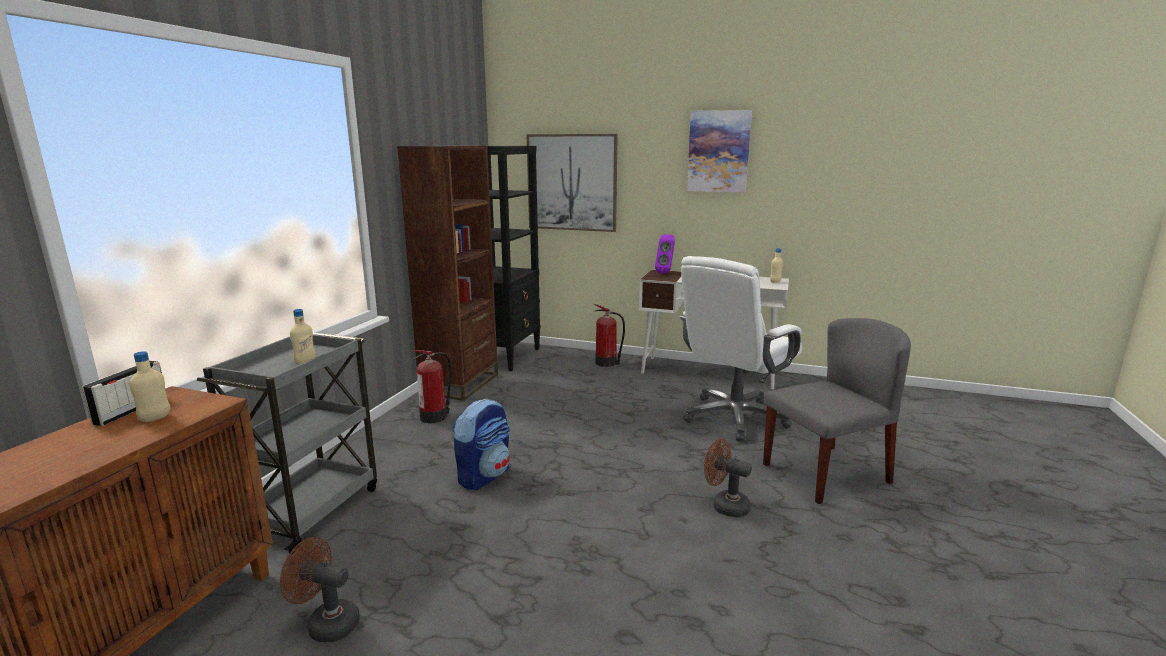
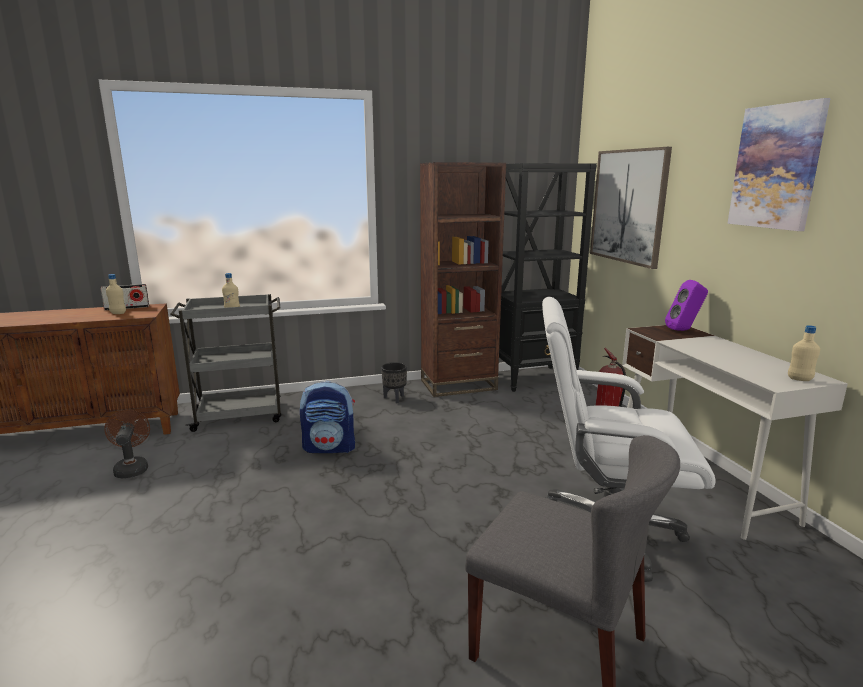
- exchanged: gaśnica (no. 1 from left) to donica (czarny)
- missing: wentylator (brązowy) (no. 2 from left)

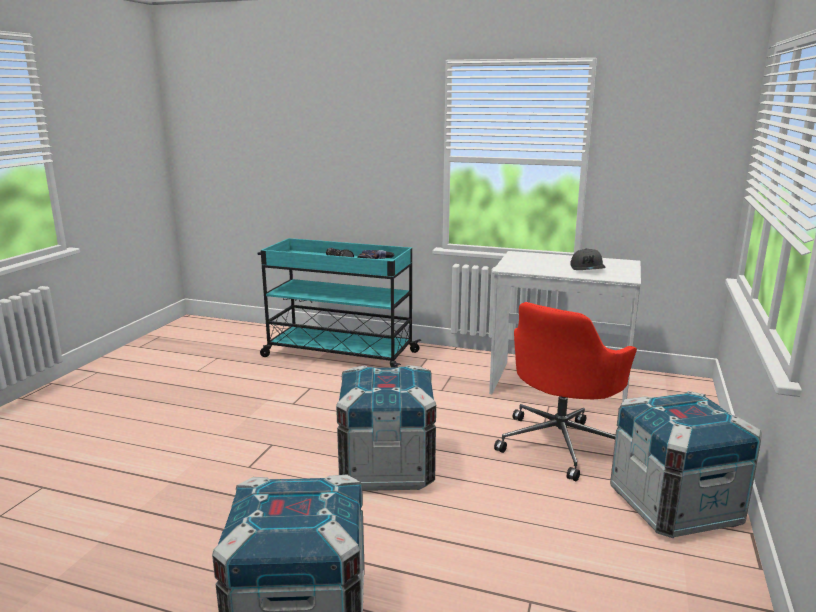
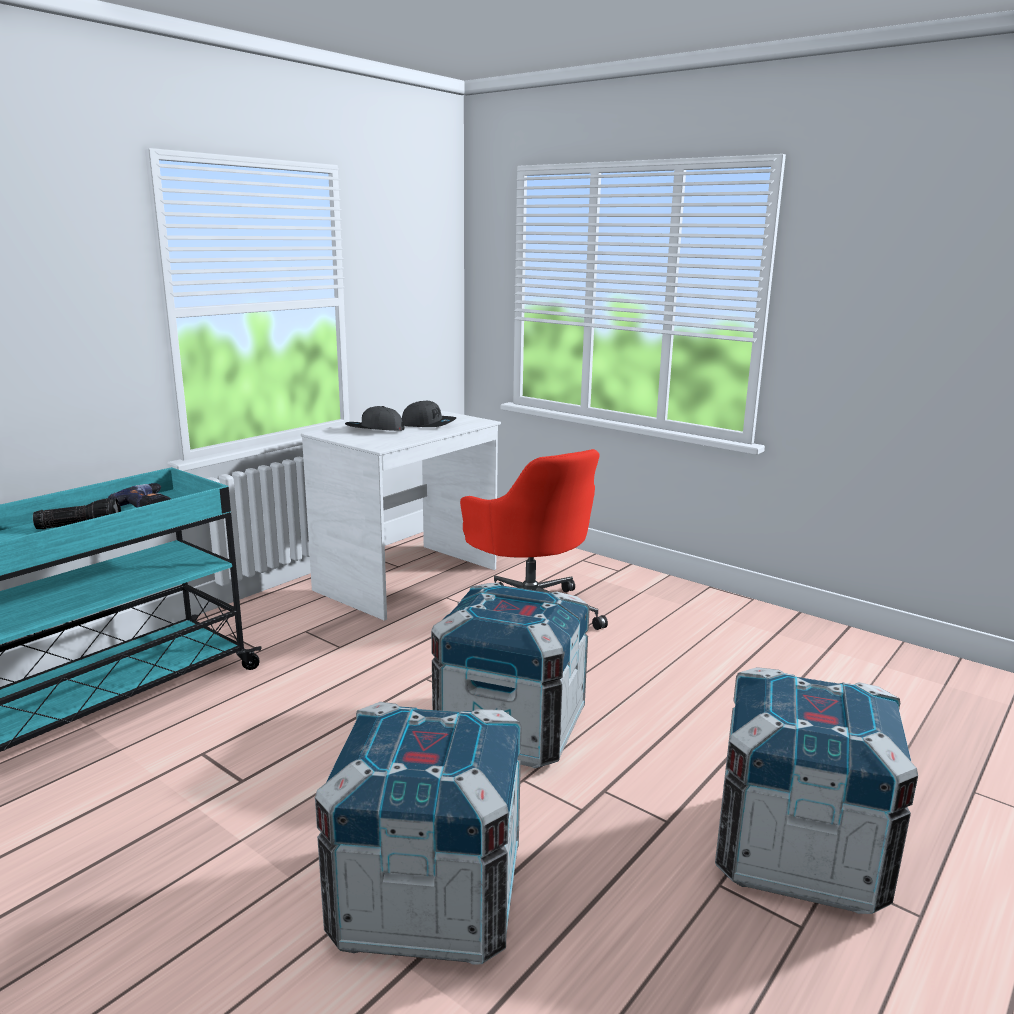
- relocated: skrzynka (no. 3 from left in the first image) to skrzynka (no. 1 from left)
- appeared: czapka z daszkiem (szary) (no. 1 from left)

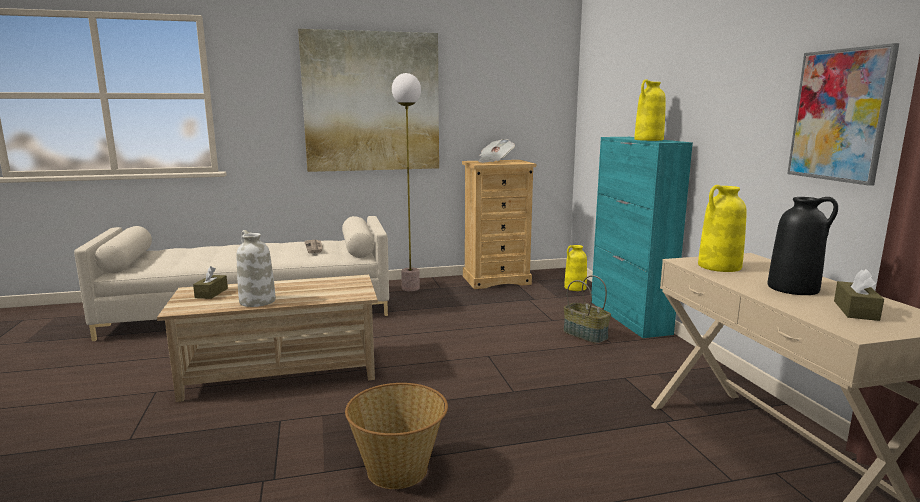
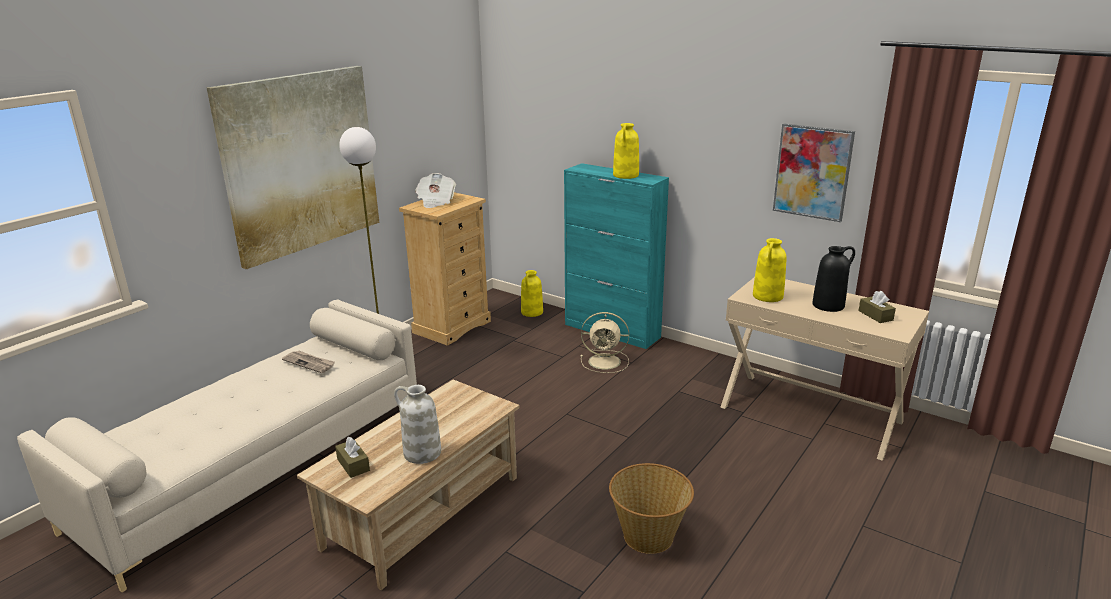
- exchanged: koszyk (no. 2 from left) to wentylator (beżowy)

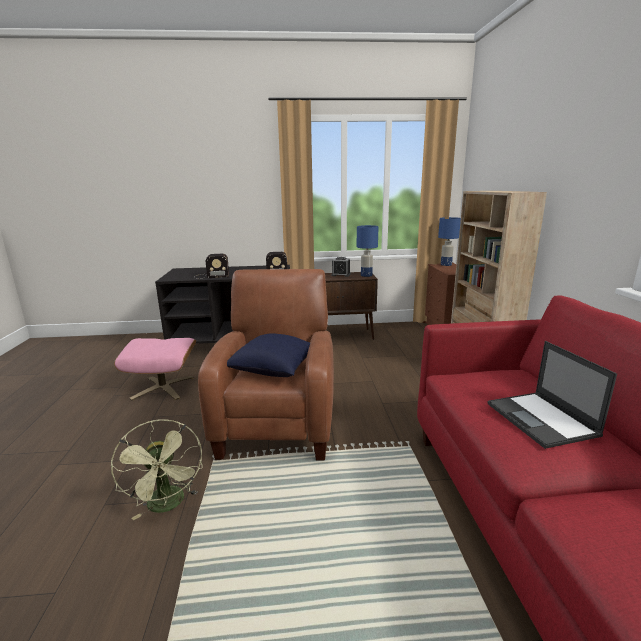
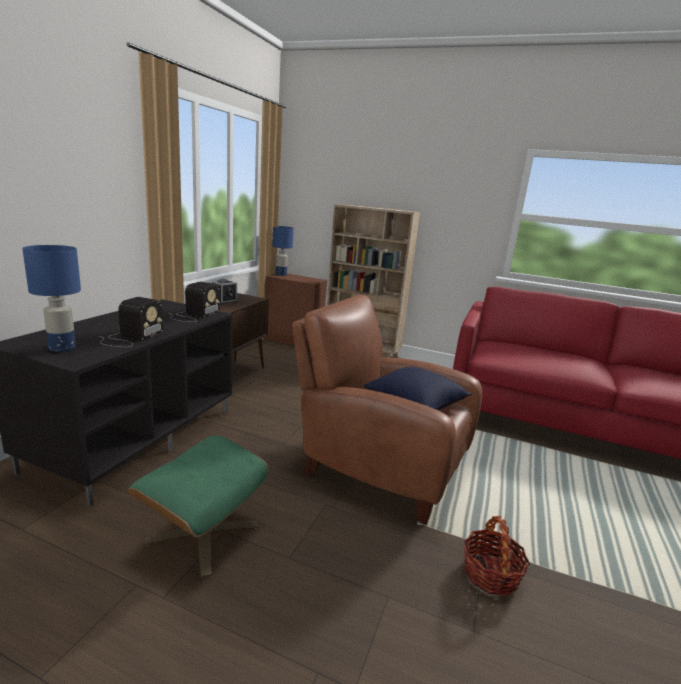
- relocated: lampa stołowa (niebieski) (no. 1 from left)
- colour: pufa (różowy) to pufa (zielony)
- exchanged: wentylator (zielony) to koszyk
- missing: laptop

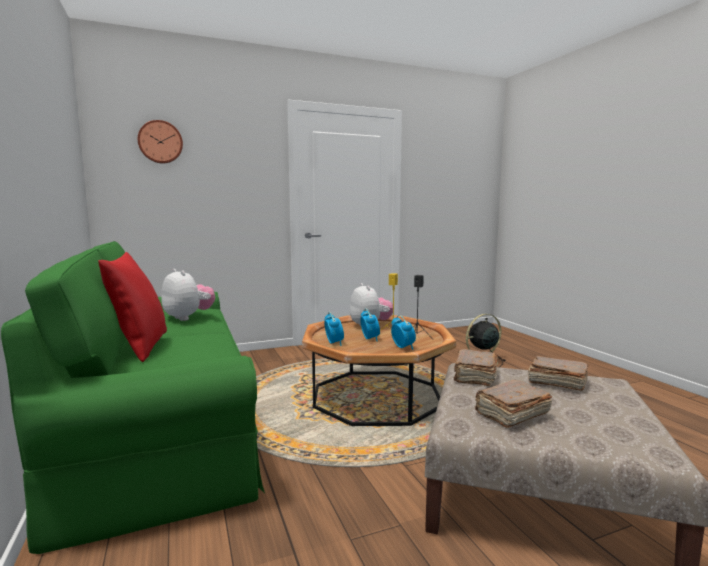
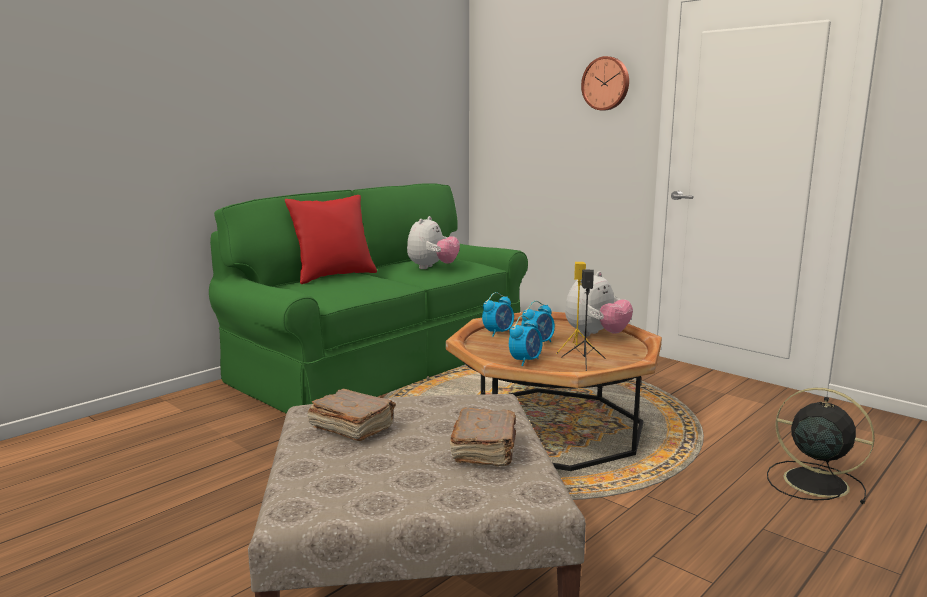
- relocated: zegar ścienny
- missing: książka (brązowy) (no. 1 from left)

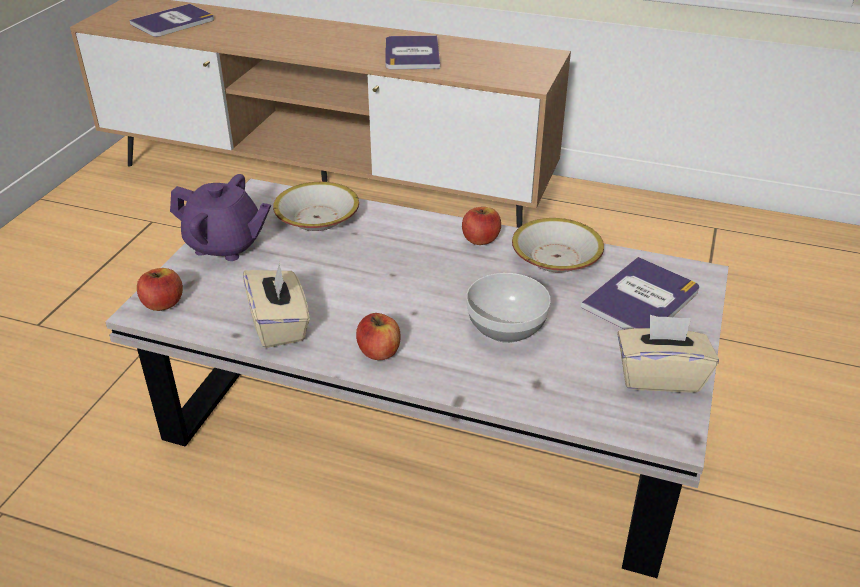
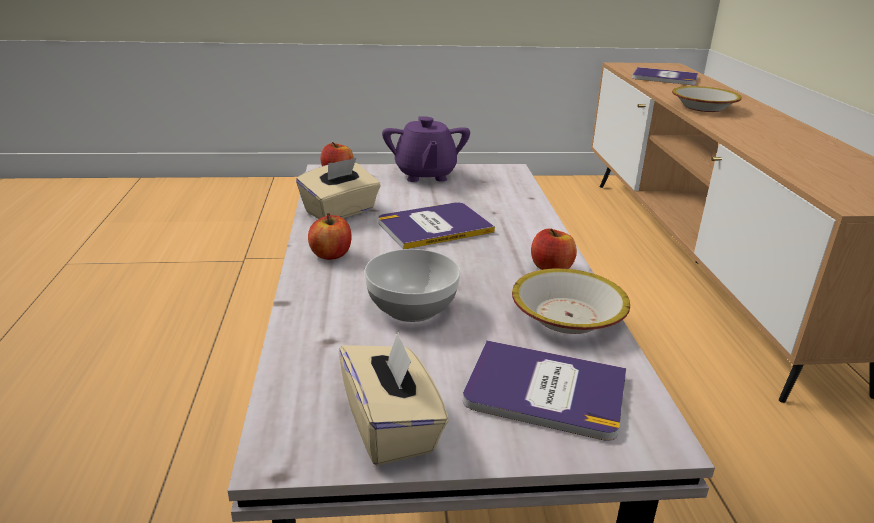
- relocated: książka (no. 2 from left in the first image) to książka (no. 1 from left)
- relocated: miska (no. 1 from left in the first image) to miska (no. 3 from left)

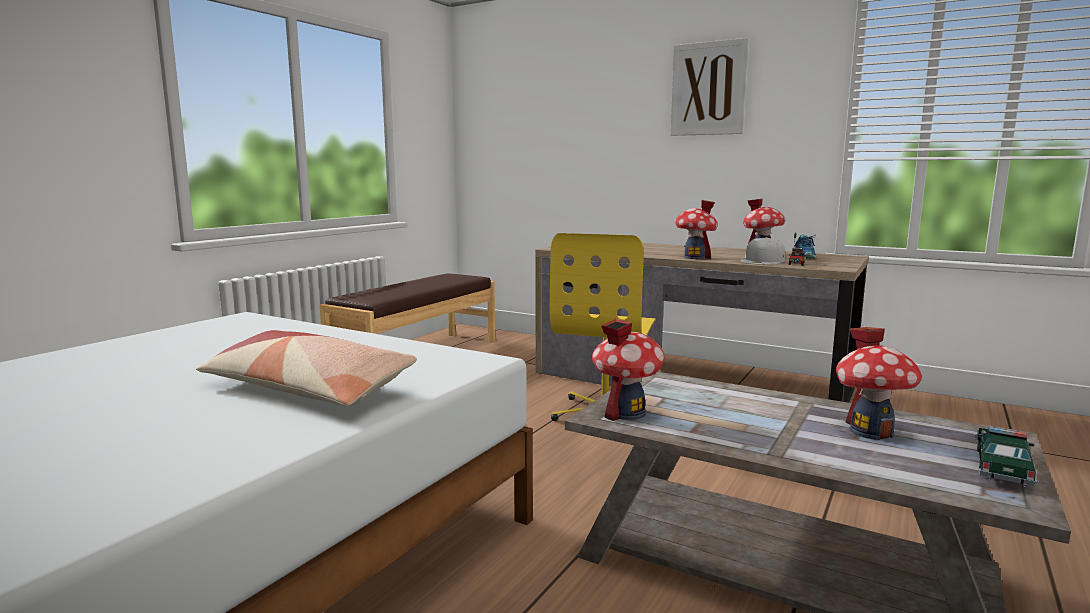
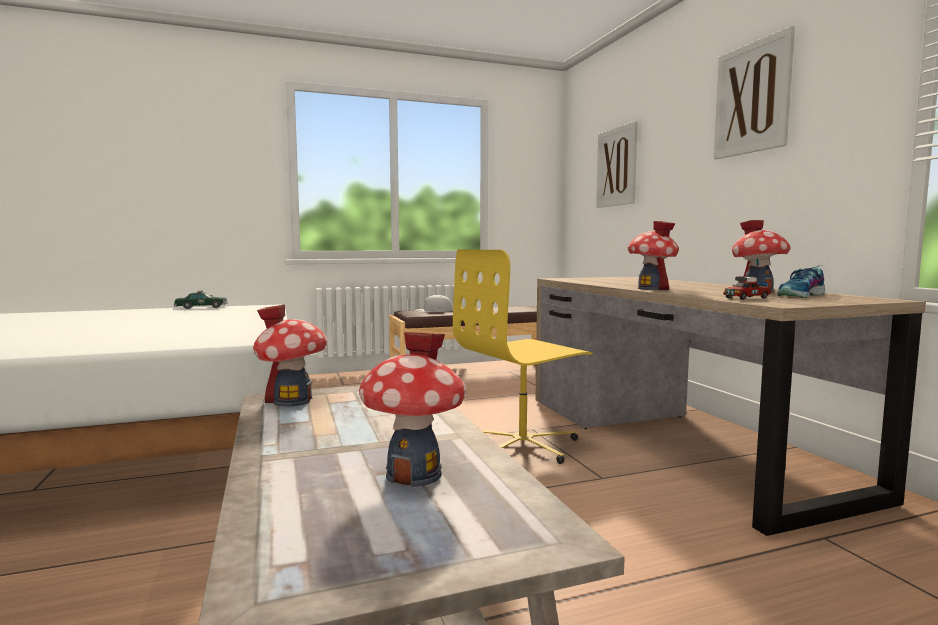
- relocated: samochodzik
- relocated: czapka z daszkiem (biały)
- appeared: obraz (no. 1 from left)
- missing: poduszka

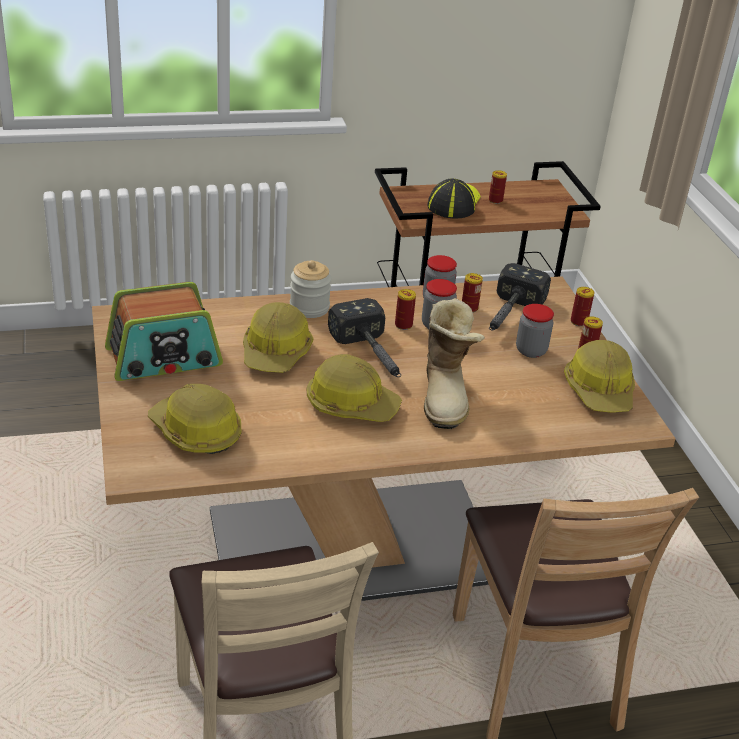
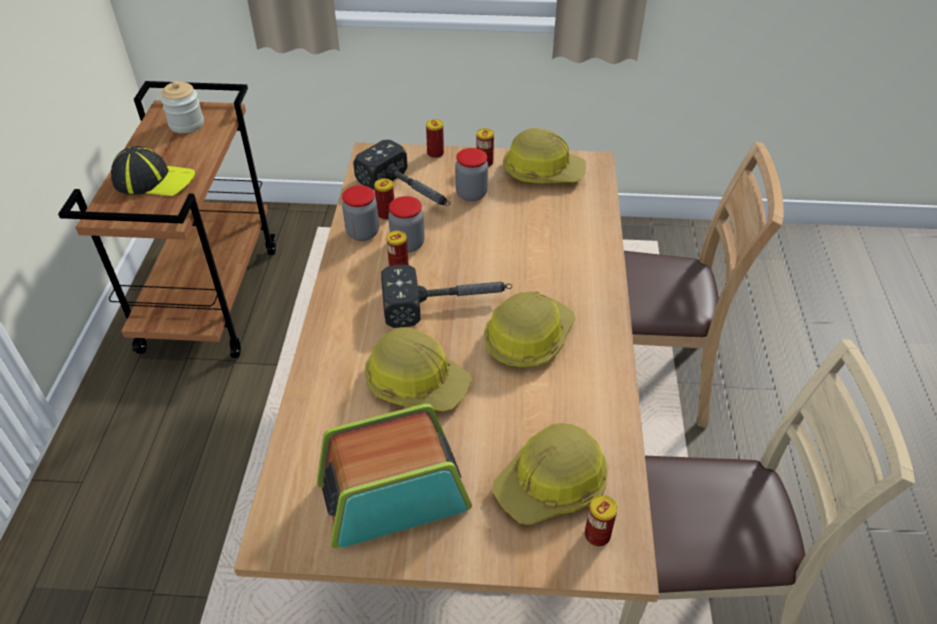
- spun: czapka z daszkiem 150 degrees clockwise
- relocated: słoik (no. 1 from left)
- spun: radio 105 degrees counterclockwise
- relocated: puszka (no. 3 from left in the first image) to puszka (no. 5 from left)
- missing: but z cholewką

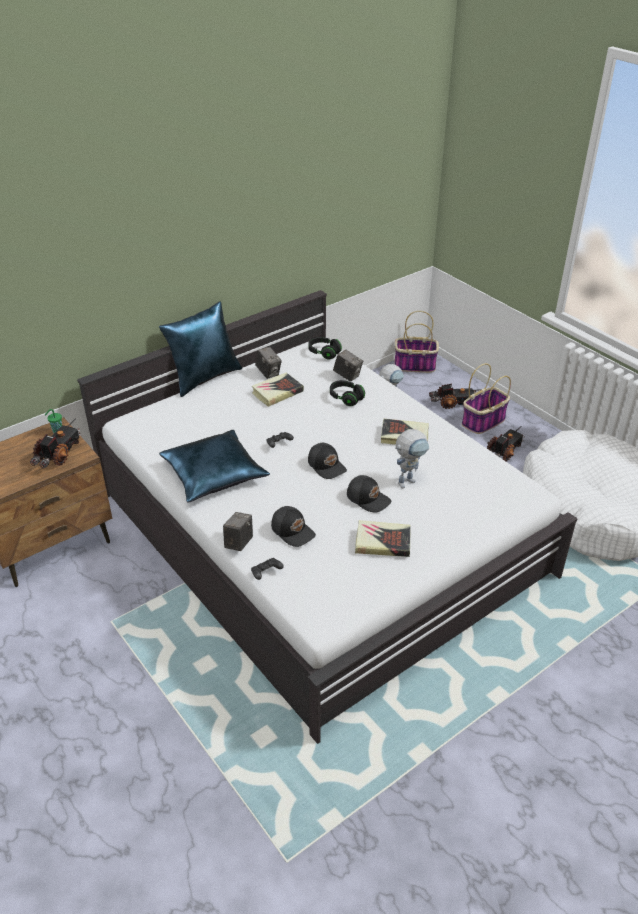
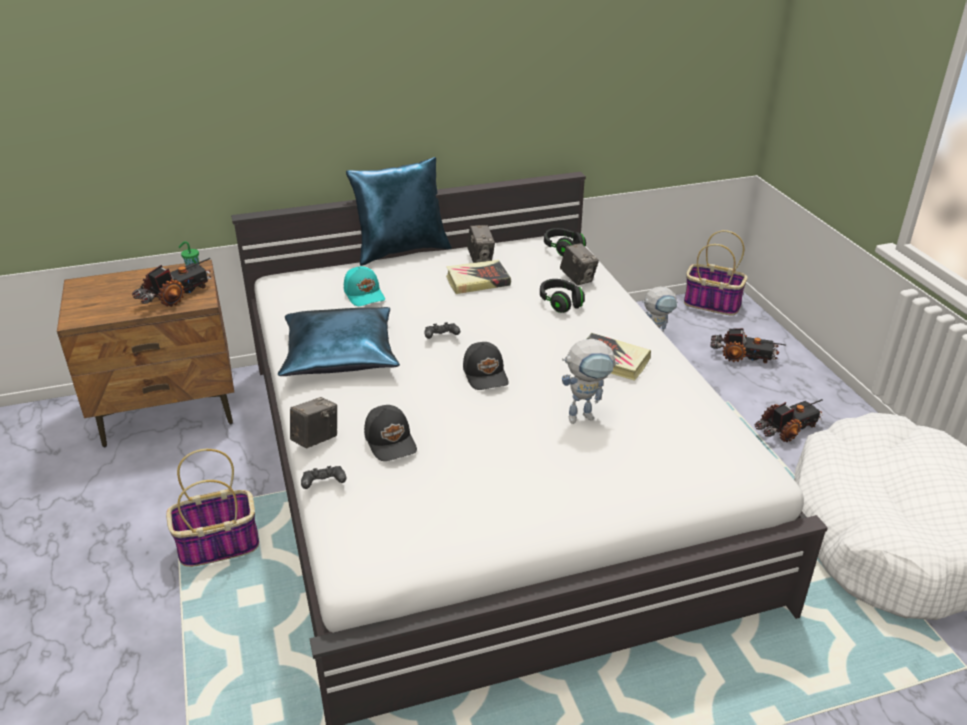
- relocated: koszyk (no. 2 from left in the first image) to koszyk (no. 1 from left)
- appeared: czapka z daszkiem (turkusowy)
- missing: czapka z daszkiem (czarny) (no. 3 from left)
- missing: książka (no. 2 from left)

